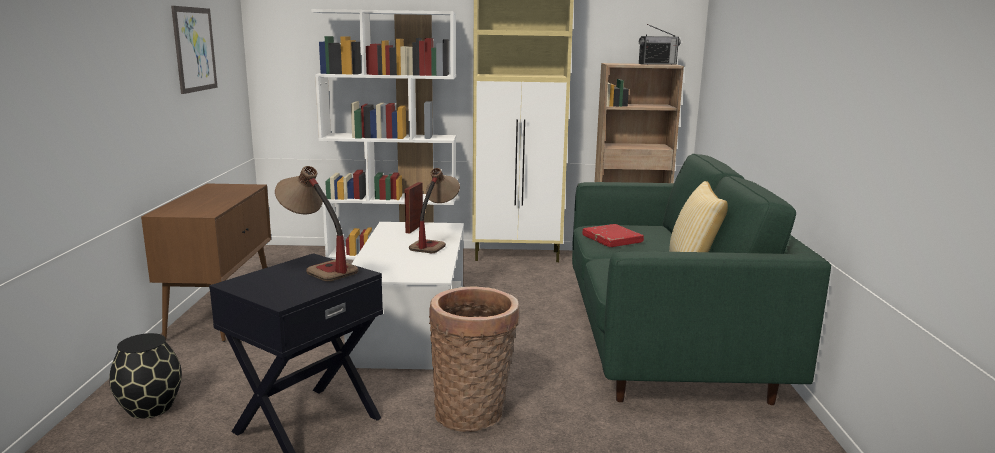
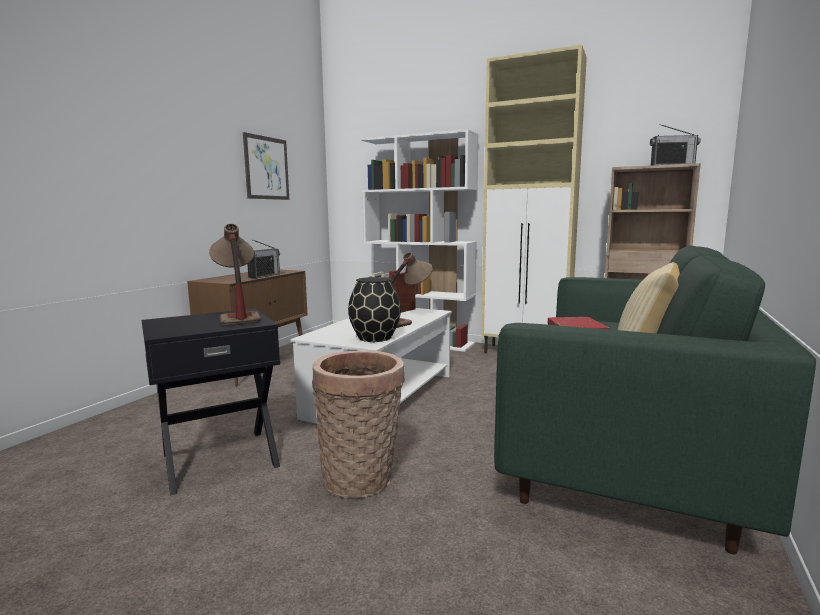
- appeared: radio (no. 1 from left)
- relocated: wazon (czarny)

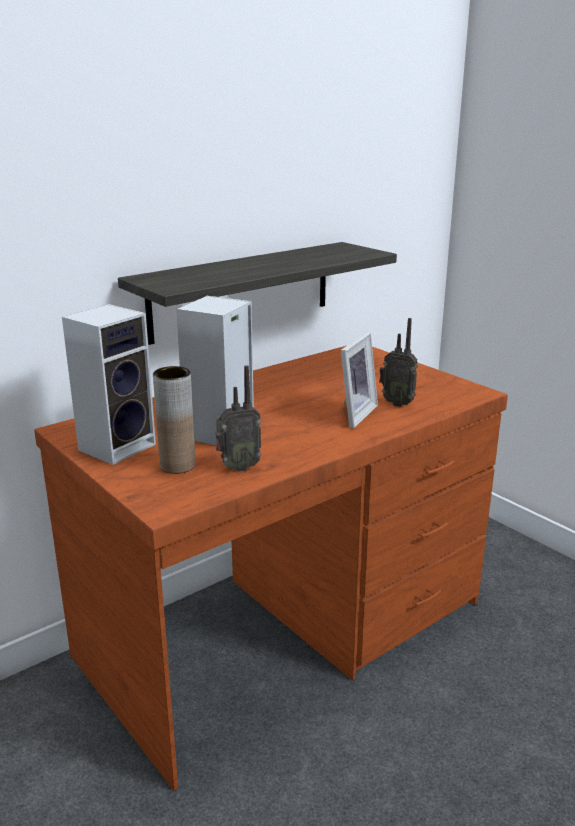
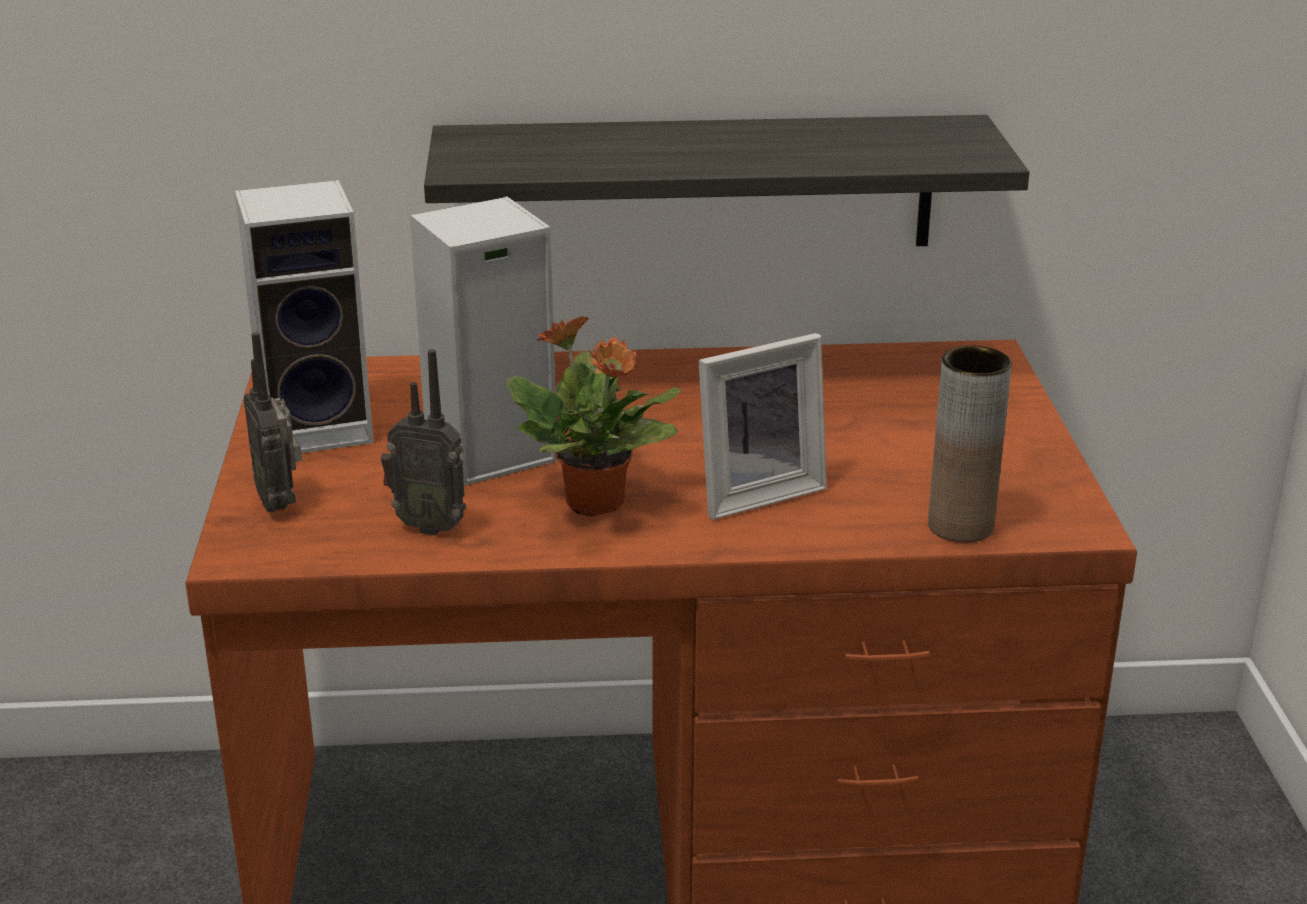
- relocated: radio (no. 2 from left in the first image) to radio (no. 1 from left)
- appeared: roślina doniczkowa
- relocated: wazon (brązowy)

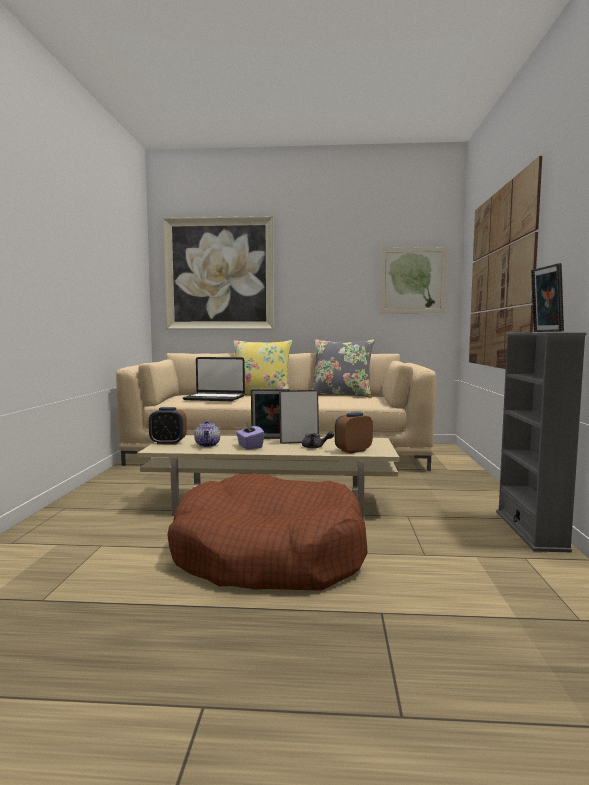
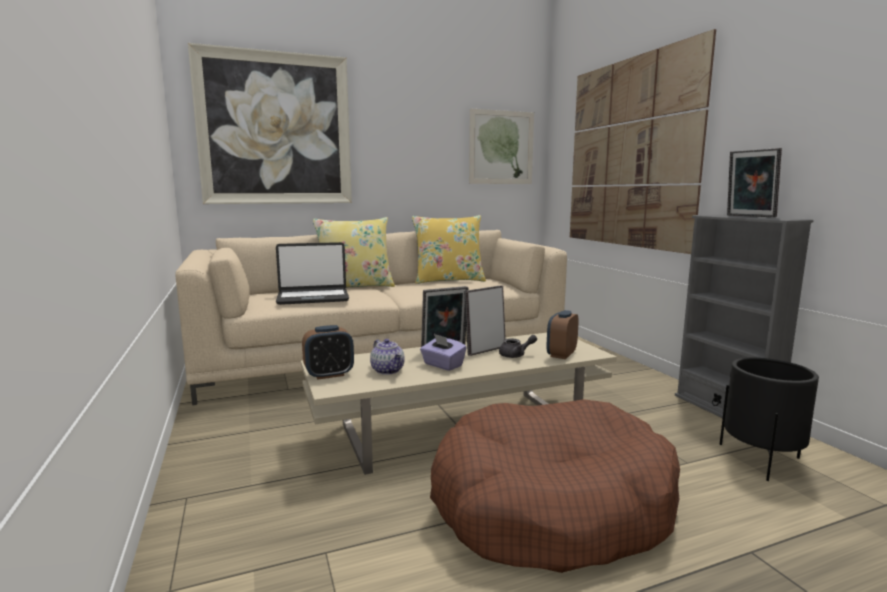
- colour: poduszka (szary) to poduszka (żółty) (no. 2 from left)
- appeared: donica (czarny)

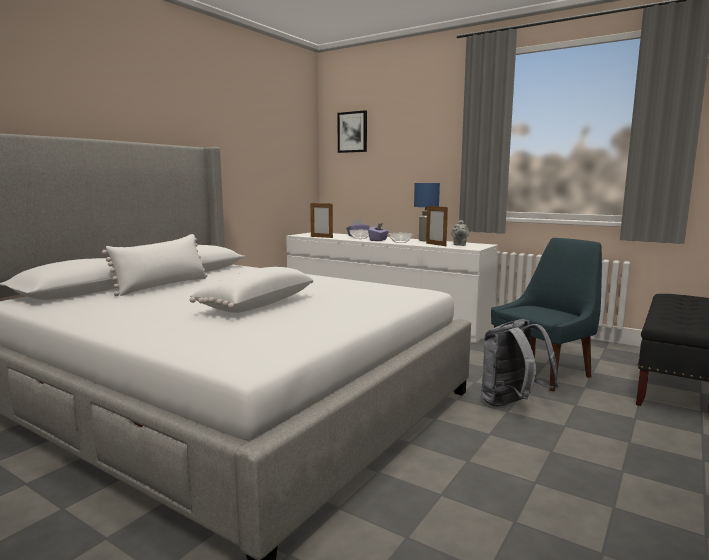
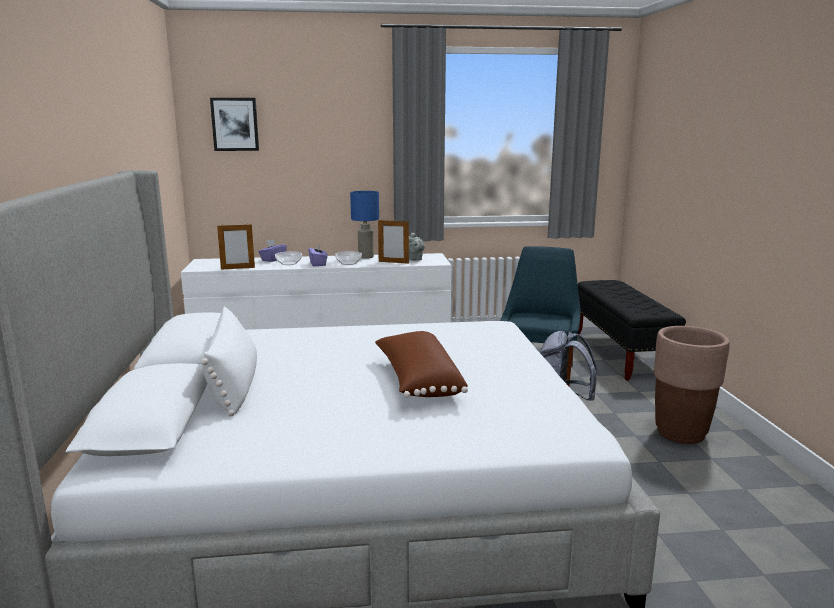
- colour: poduszka (biały) (no. 2 from left) to poduszka (brązowy)
- appeared: donica (brązowy)

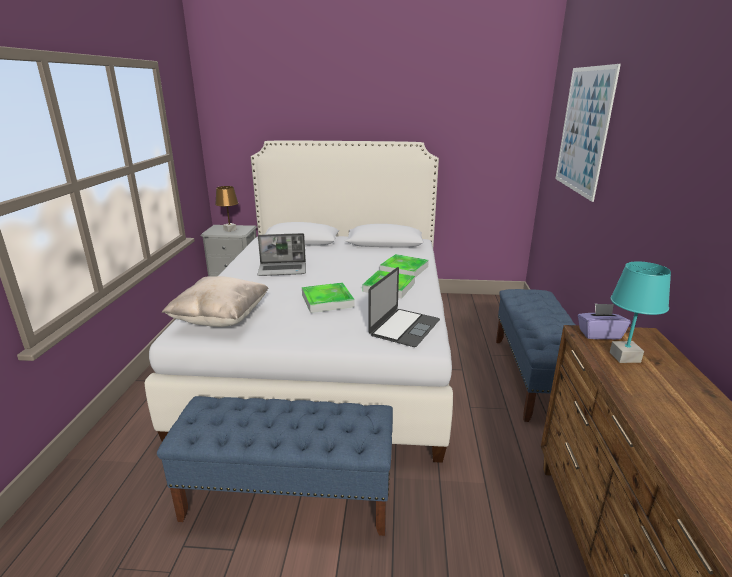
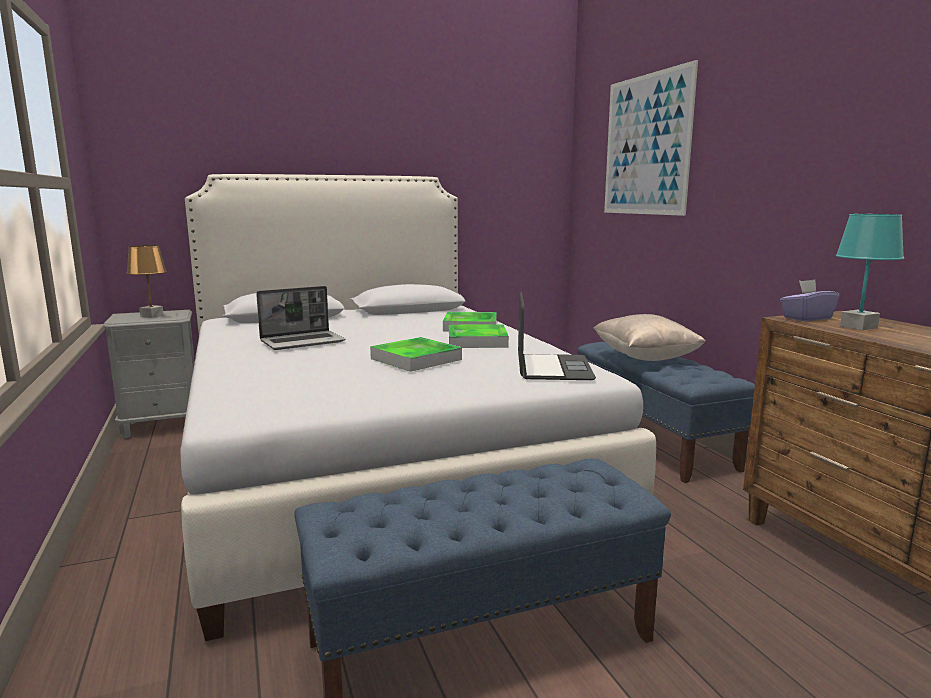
- relocated: poduszka (beżowy)

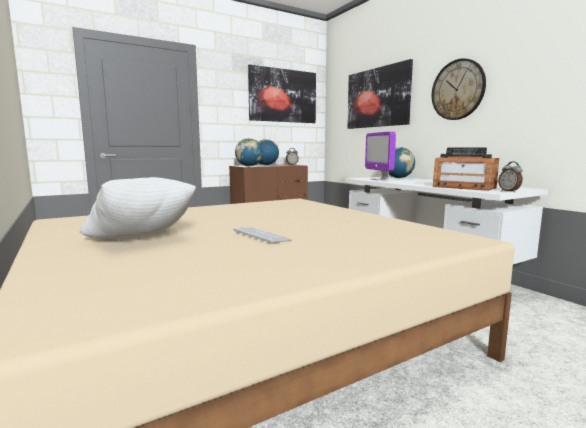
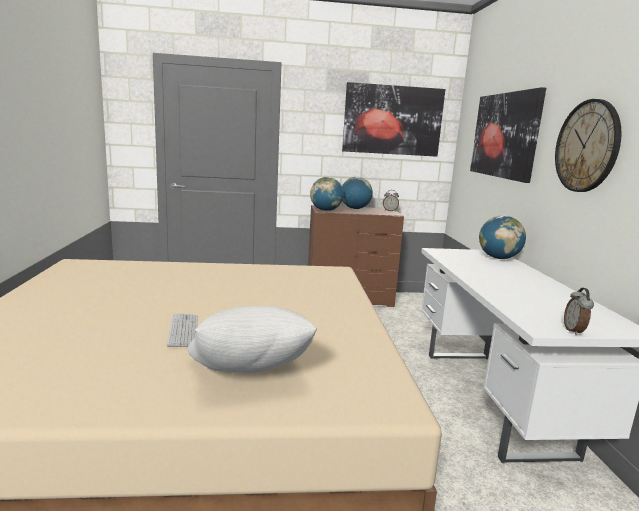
- relocated: poduszka (biały)
- missing: monitor
- missing: radio

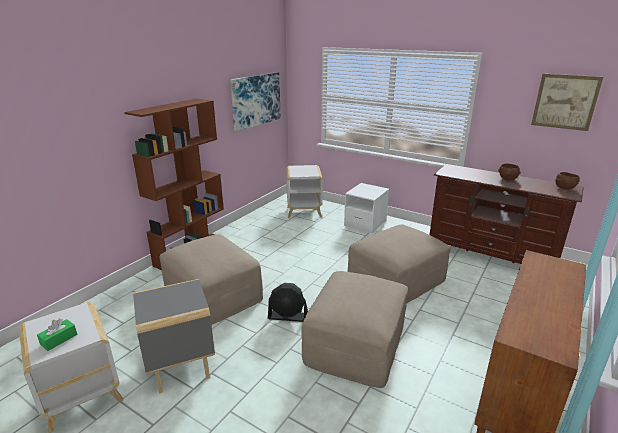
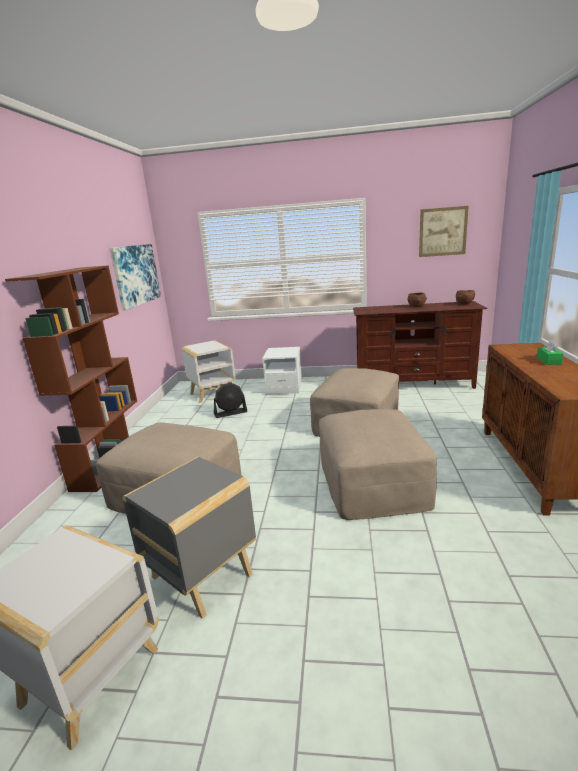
- relocated: wentylator (czarny)
- relocated: pudełko chusteczek (zielony)

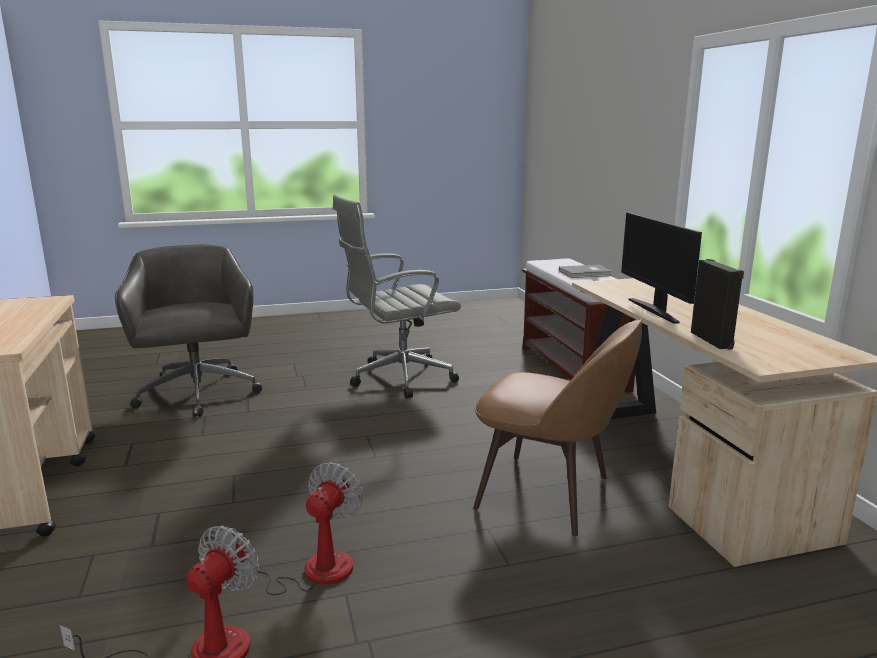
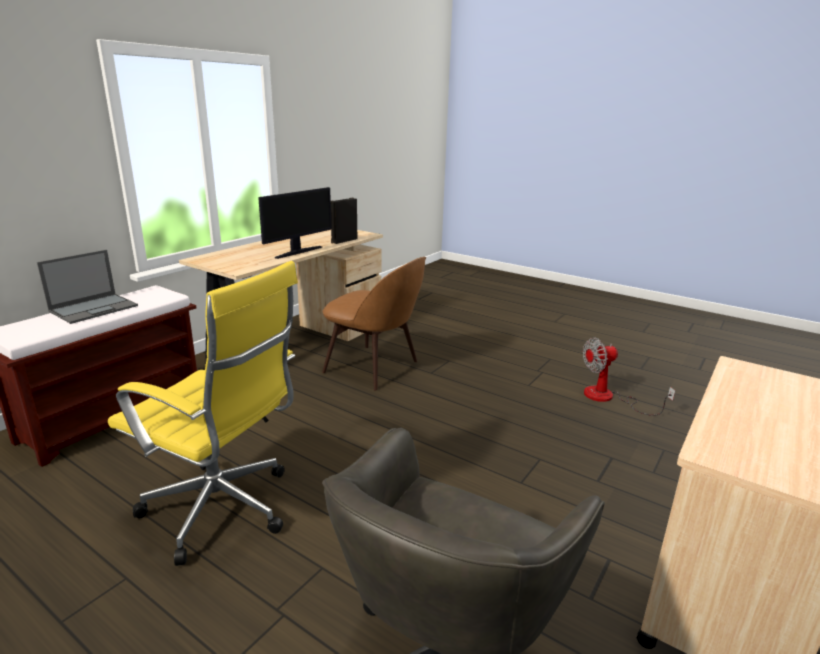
- exchanged: książka (szary) to laptop
- colour: krzesło biurowe (szary) (no. 2 from left) to krzesło biurowe (żółty)
- spun: krzesło (brązowy) 135 degrees clockwise
- missing: wentylator (no. 2 from left)

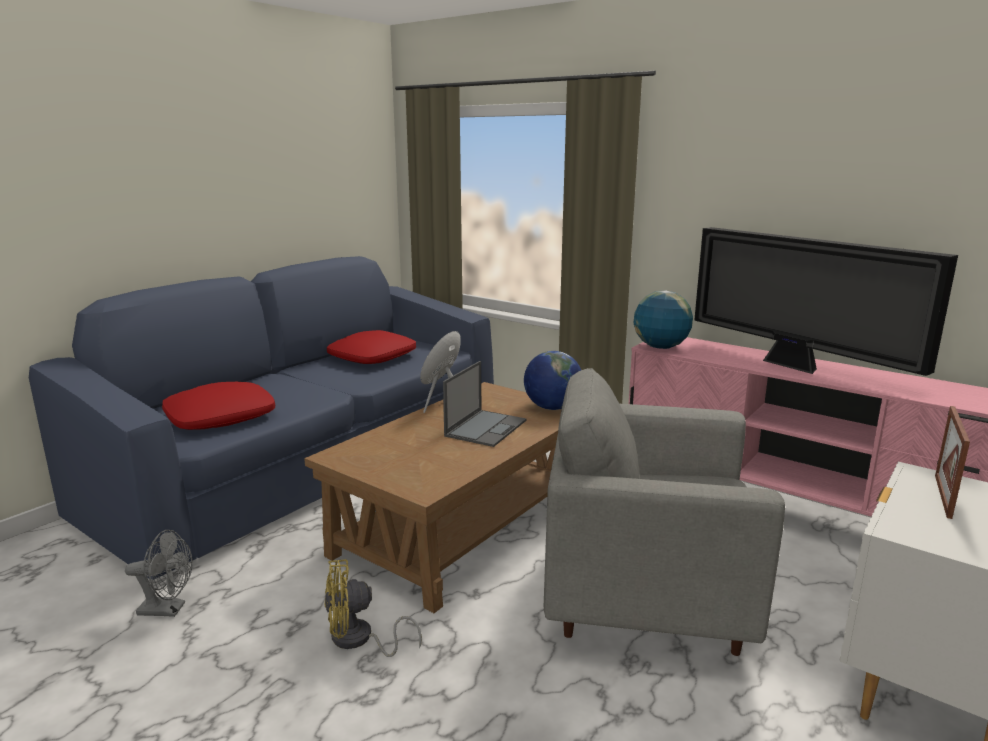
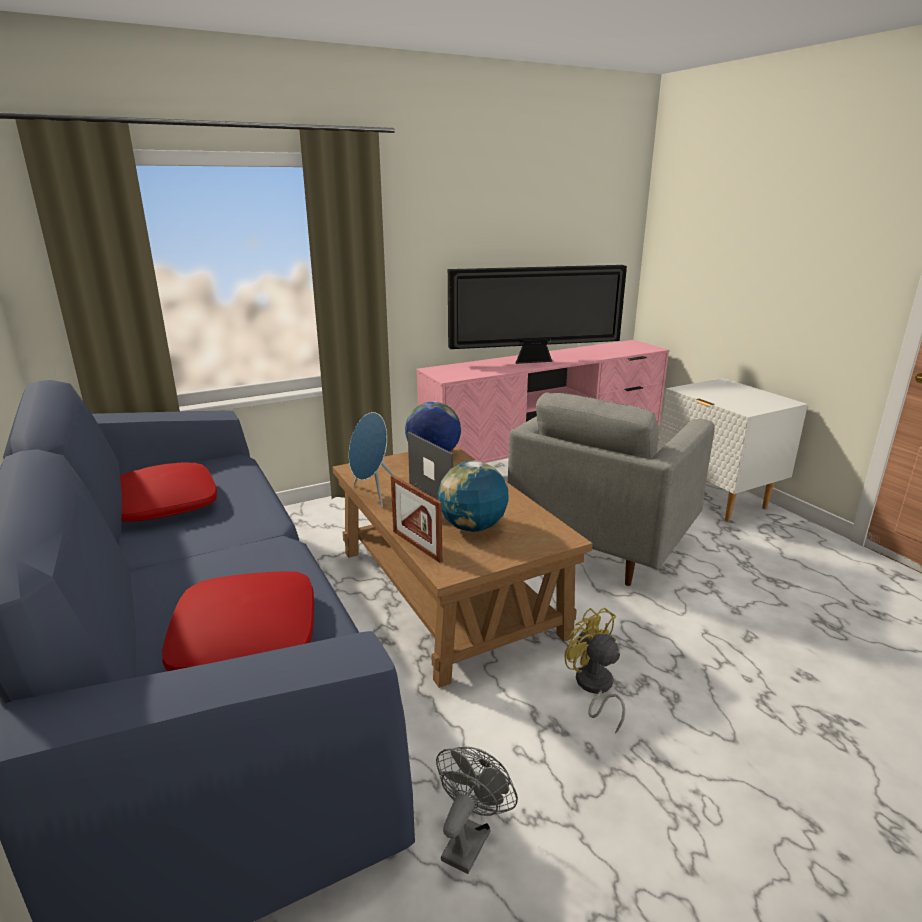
- relocated: ramka na zdjęcie
- relocated: globus (no. 2 from left)
- spun: wentylator (żółty) 135 degrees clockwise

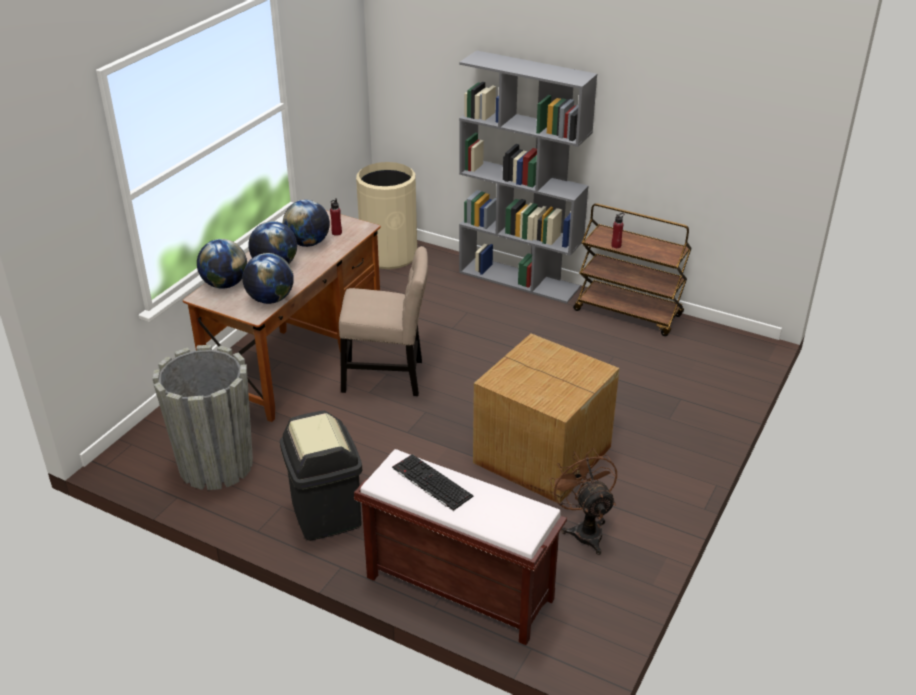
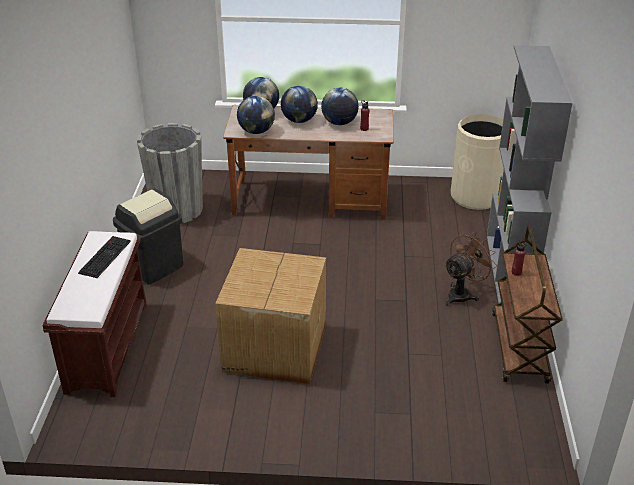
- relocated: wentylator (brązowy)
- missing: krzesło (beżowy)

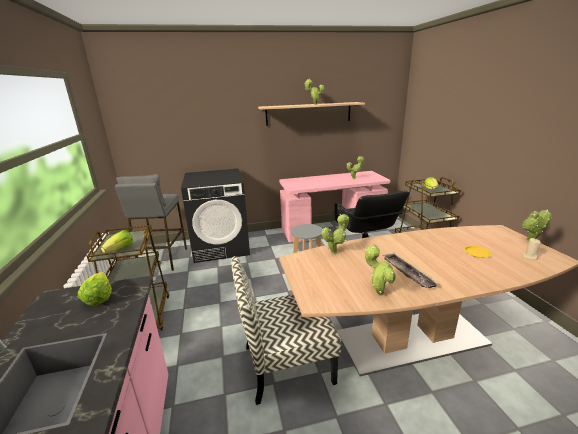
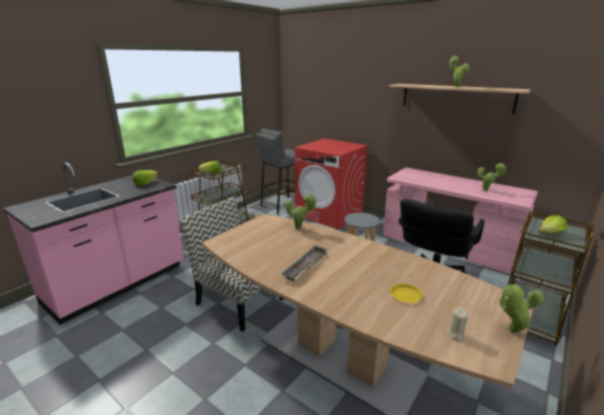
- colour: pralka (czarny) to pralka (czerwony)
- missing: roślina doniczkowa (no. 4 from left)

